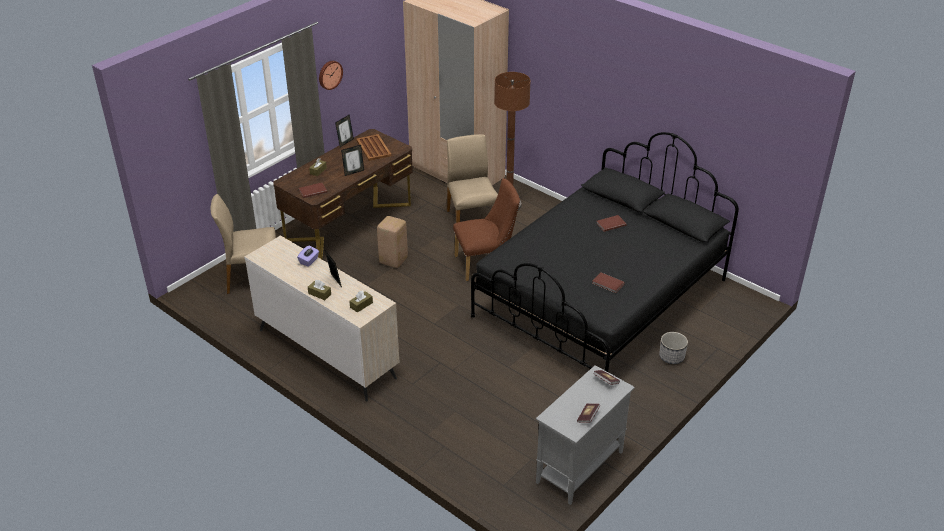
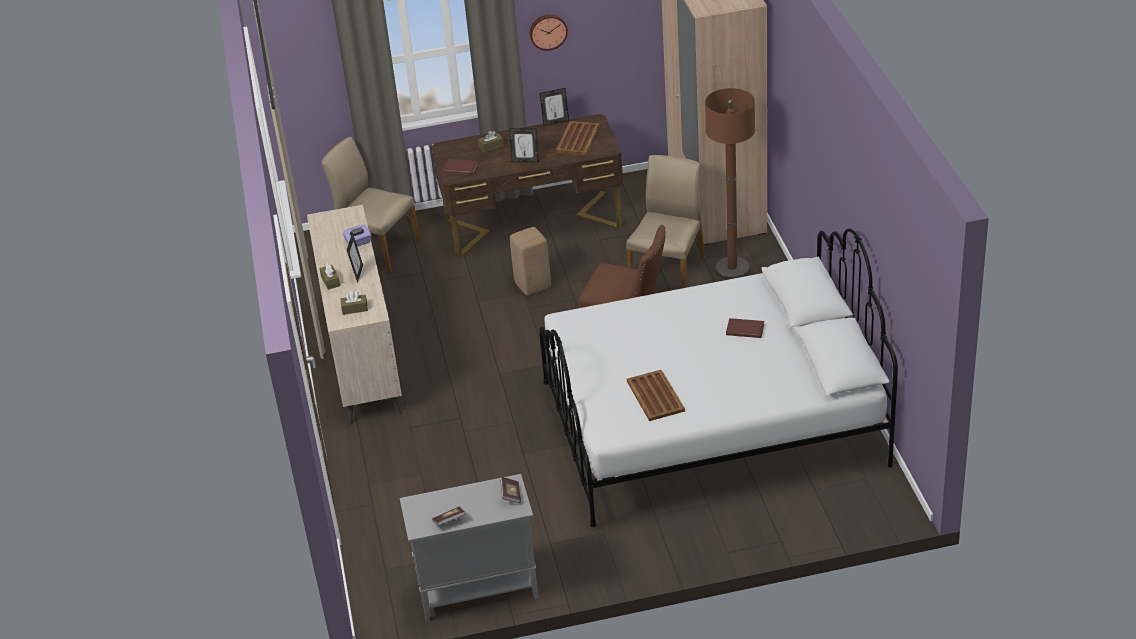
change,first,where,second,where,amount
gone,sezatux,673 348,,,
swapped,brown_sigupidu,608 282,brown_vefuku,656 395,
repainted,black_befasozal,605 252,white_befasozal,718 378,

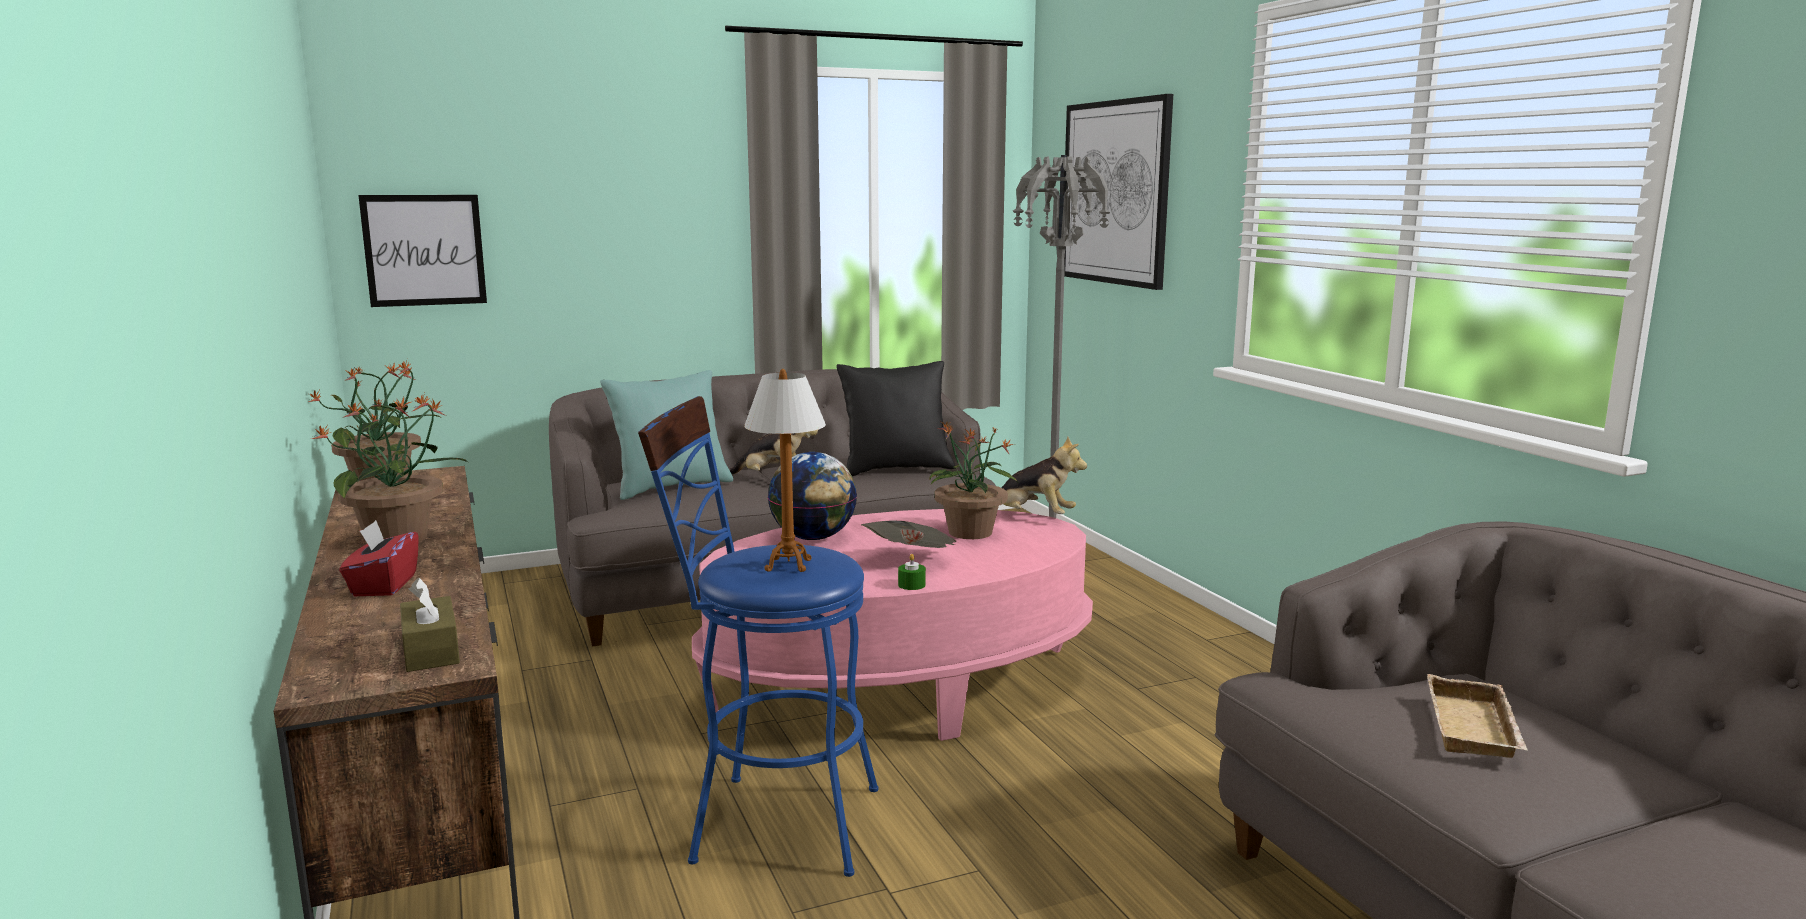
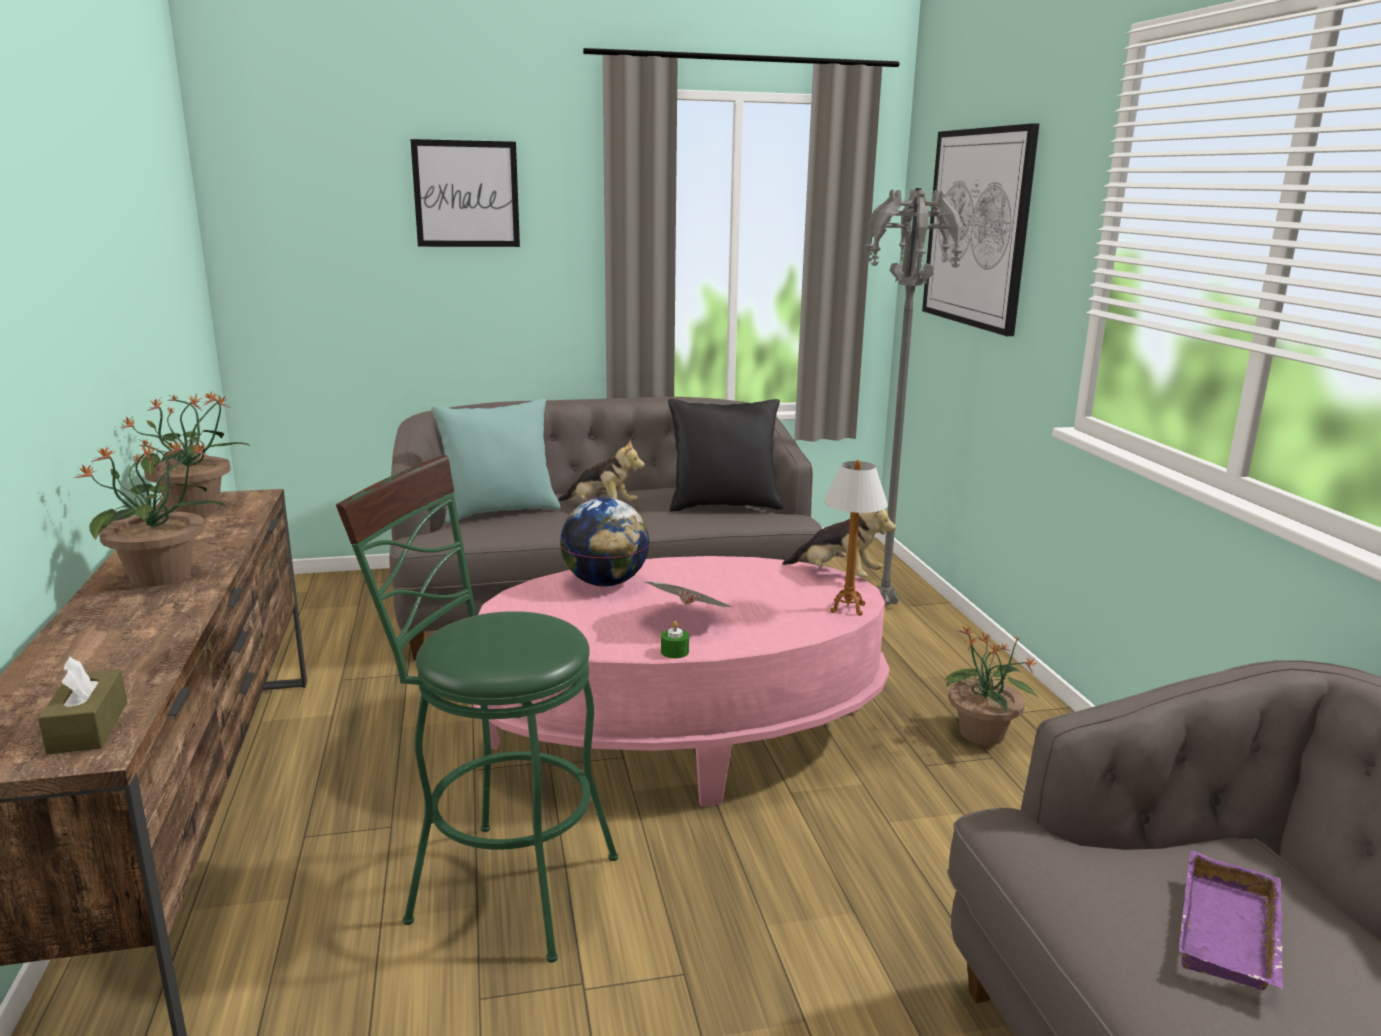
change,first,where,second,where,amount
gone,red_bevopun,379 558,,,
shifted,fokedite,422 251,,465 193,
shifted,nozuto,785 470,,856 538,
shifted,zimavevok,973 480,,992 685,
repainted,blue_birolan,758 636,green_birolan,477 709,
repainted,beige_vefuku,1477 716,purple_vefuku,1231 920,

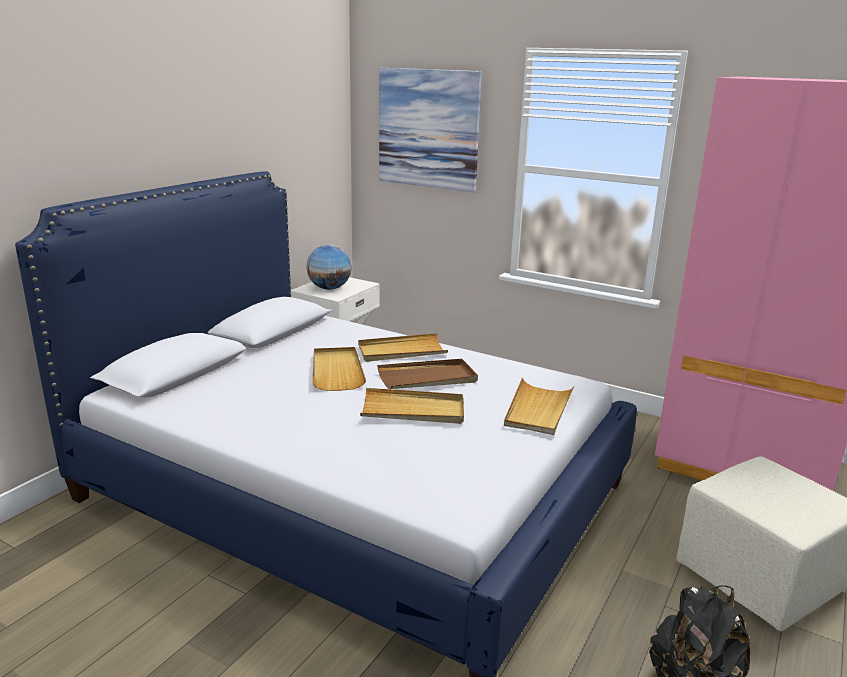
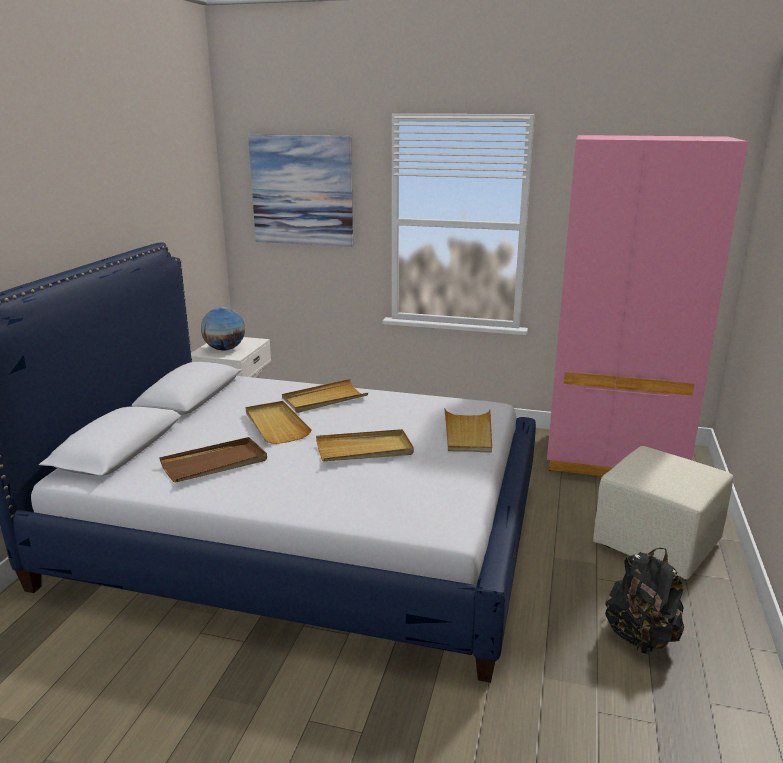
change,first,where,second,where,amount
shifted,brown_vefuku,427 374,,213 459,

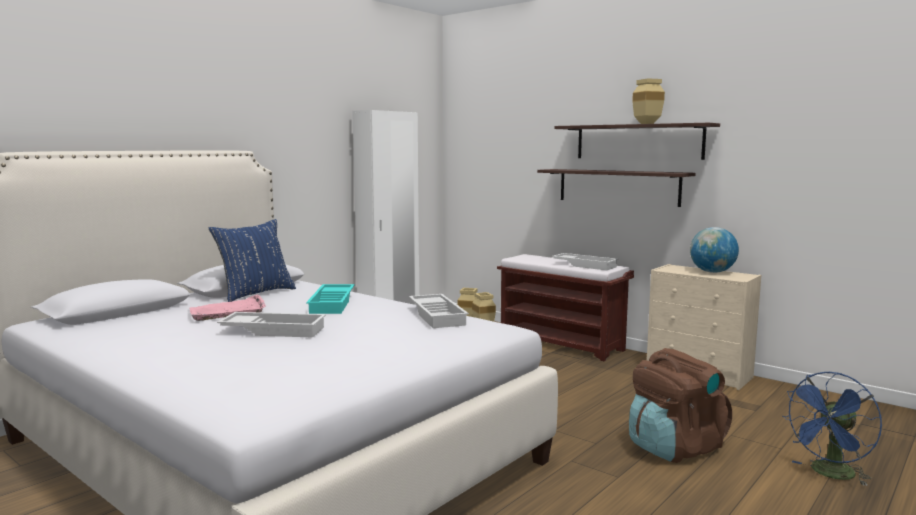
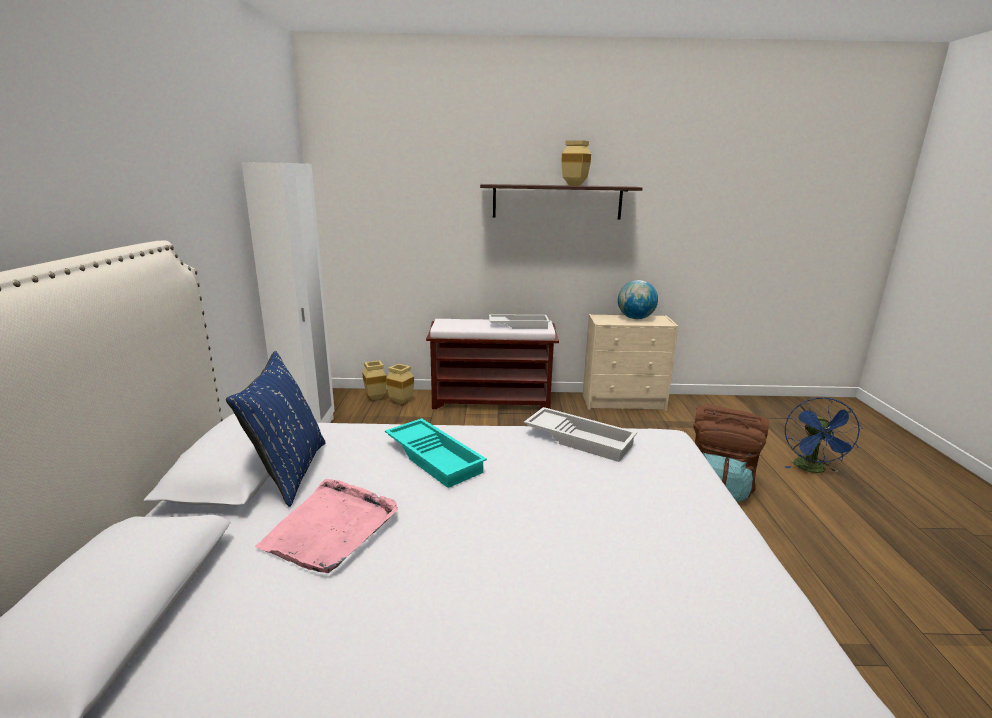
change,first,where,second,where,amount
gone,white_vefuku,271 325,,,
gone,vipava,616 188,,,

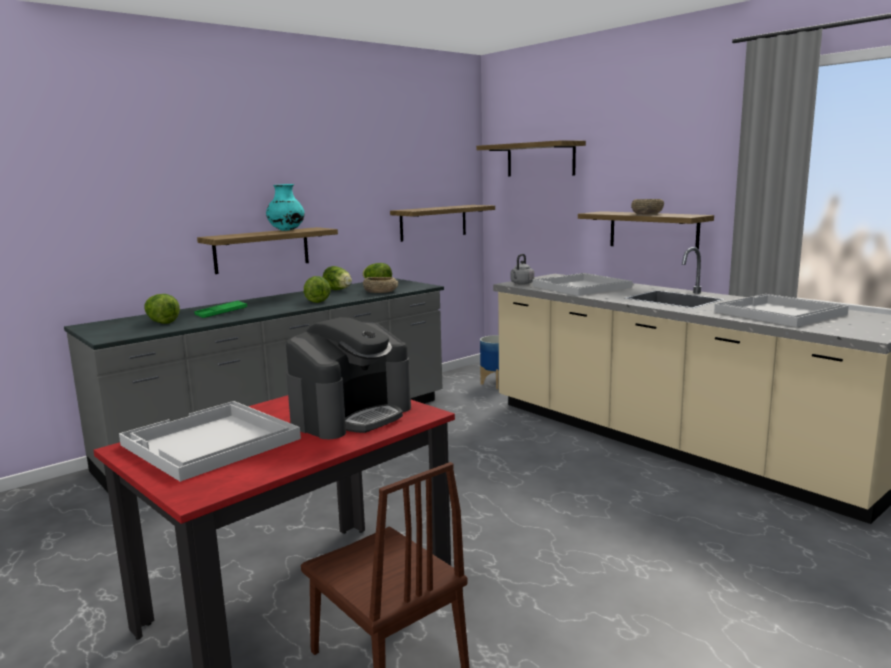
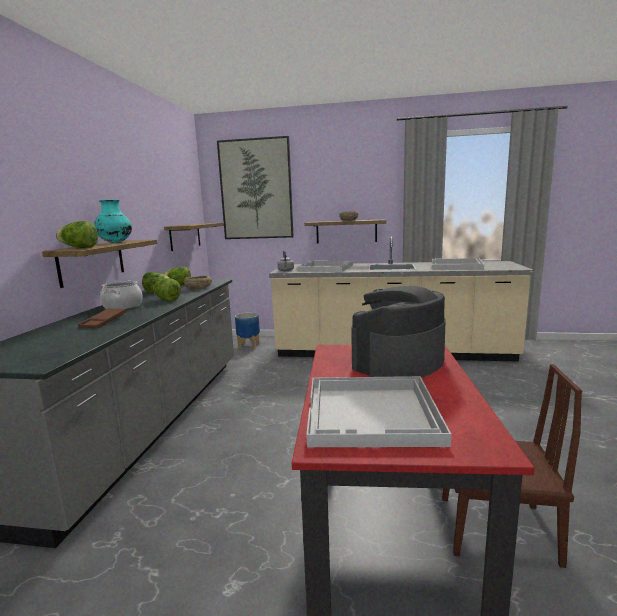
change,first,where,second,where,amount
new,,,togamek,121 295,
shifted,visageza,162 309,,77 234,
swapped,vipava,531 158,fokedite,255 187,
repainted,green_vefuku,220 309,brown_vefuku,102 318,
rotated,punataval,348 378,,398 332,135 degrees counterclockwise

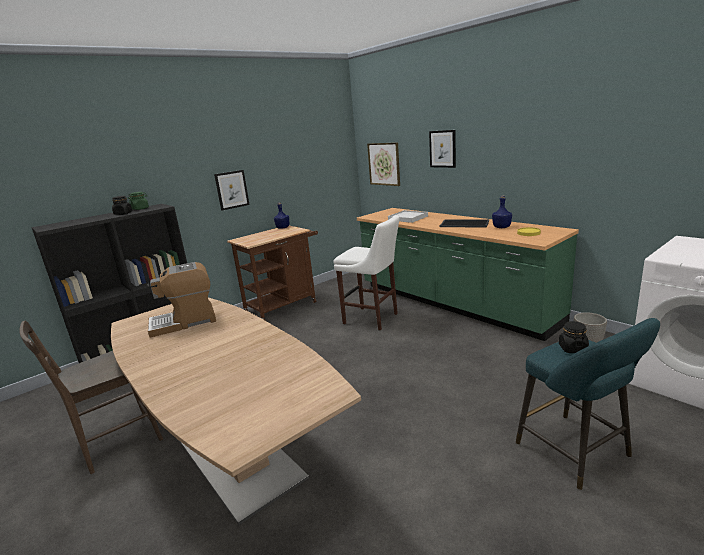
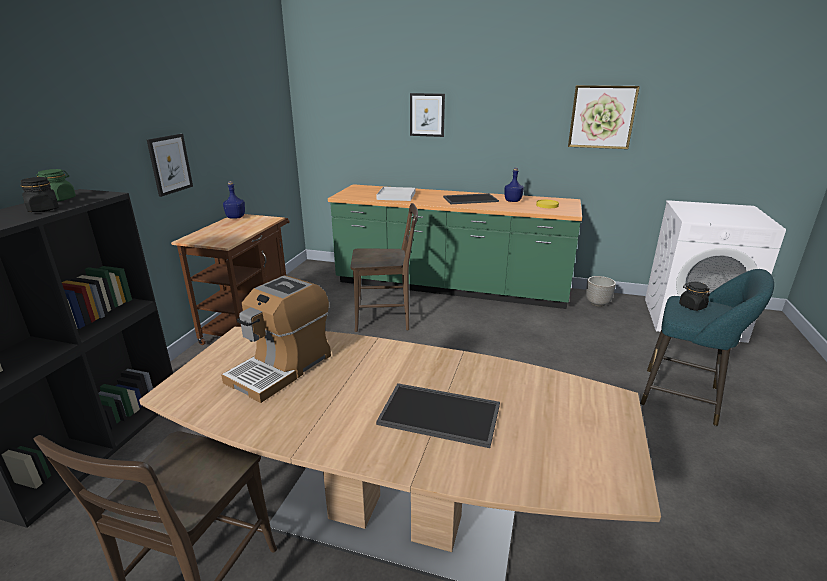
change,first,where,second,where,amount
new,,,vefuku,438 415,
shifted,fokedite,383 164,,604 117,
swapped,white_birolan,366 273,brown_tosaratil,384 267,

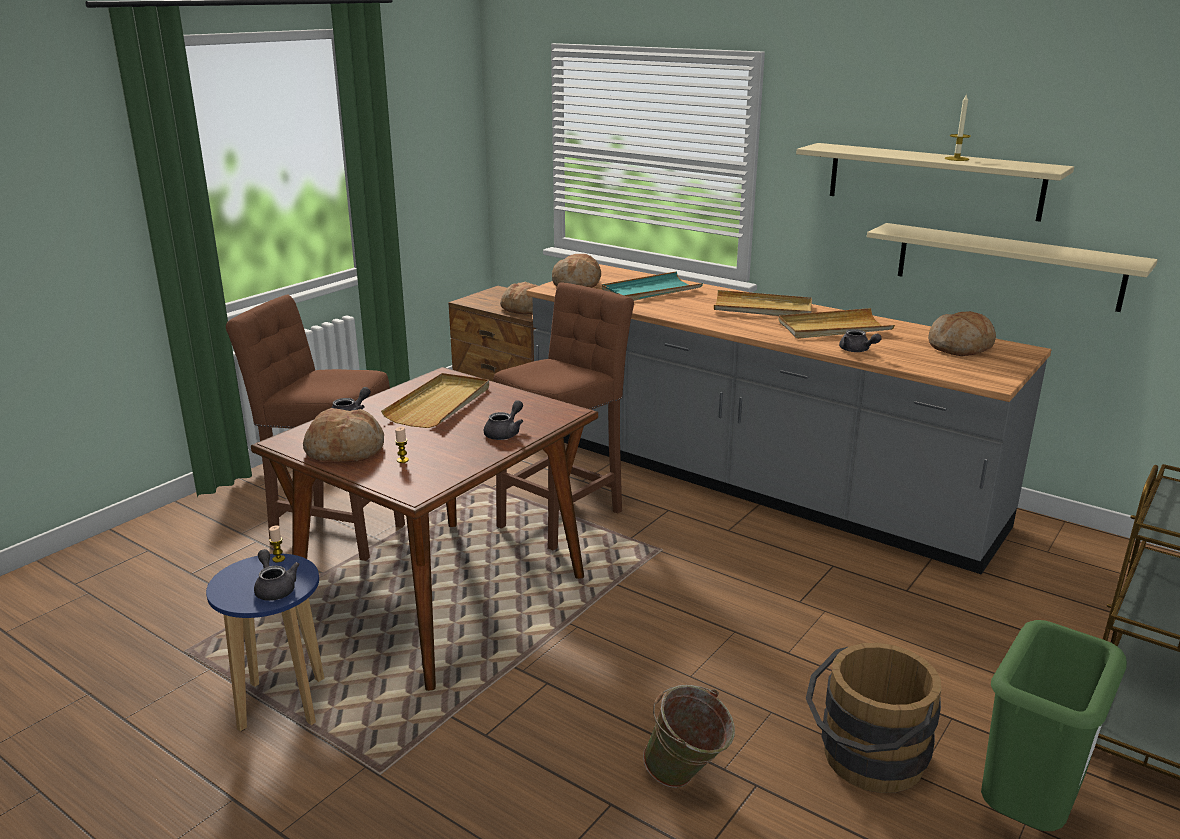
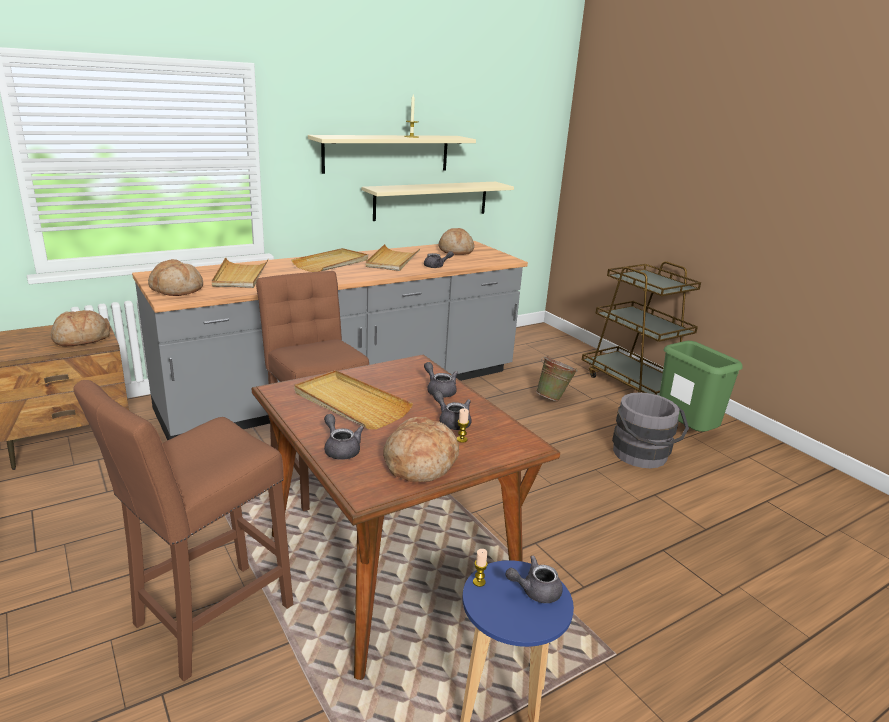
change,first,where,second,where,amount
new,,,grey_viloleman,452 410,
shifted,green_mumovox,689 736,,557 378,
repainted,turquoise_vefuku,652 286,beige_vefuku,240 272,
repainted,brown_mumovox,873 718,grey_mumovox,650 430,

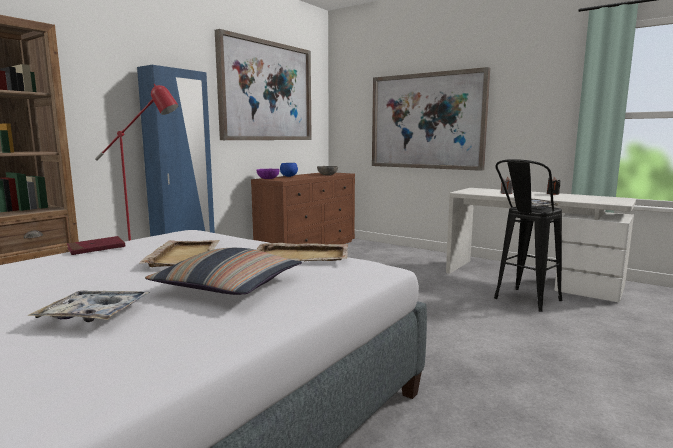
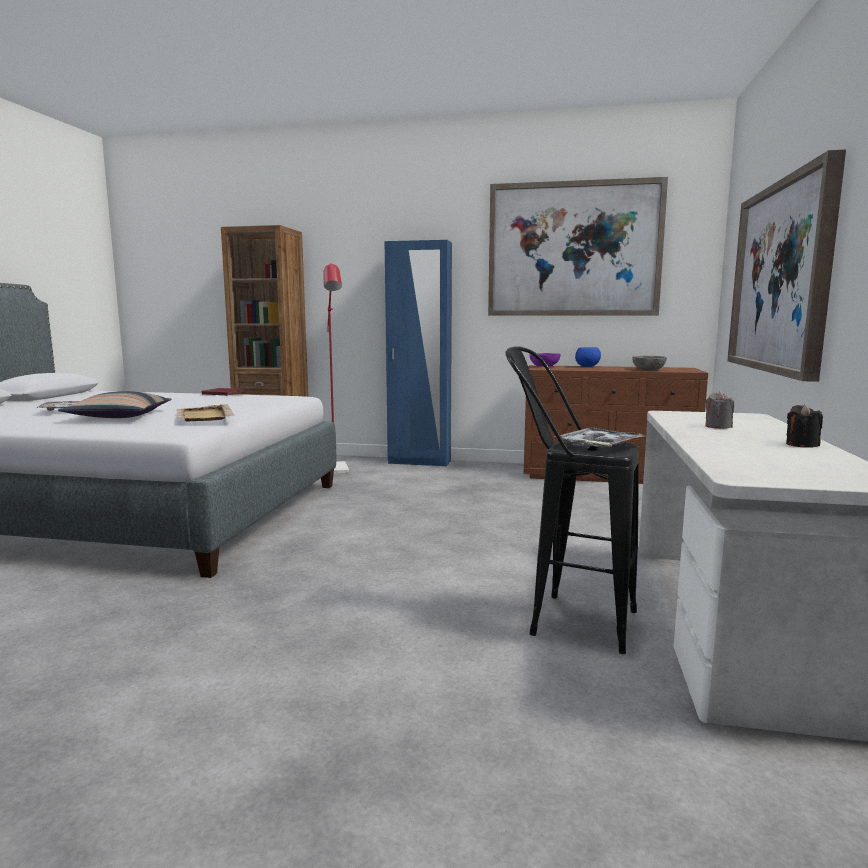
change,first,where,second,where,amount
gone,beige_vefuku,179 253,,,

